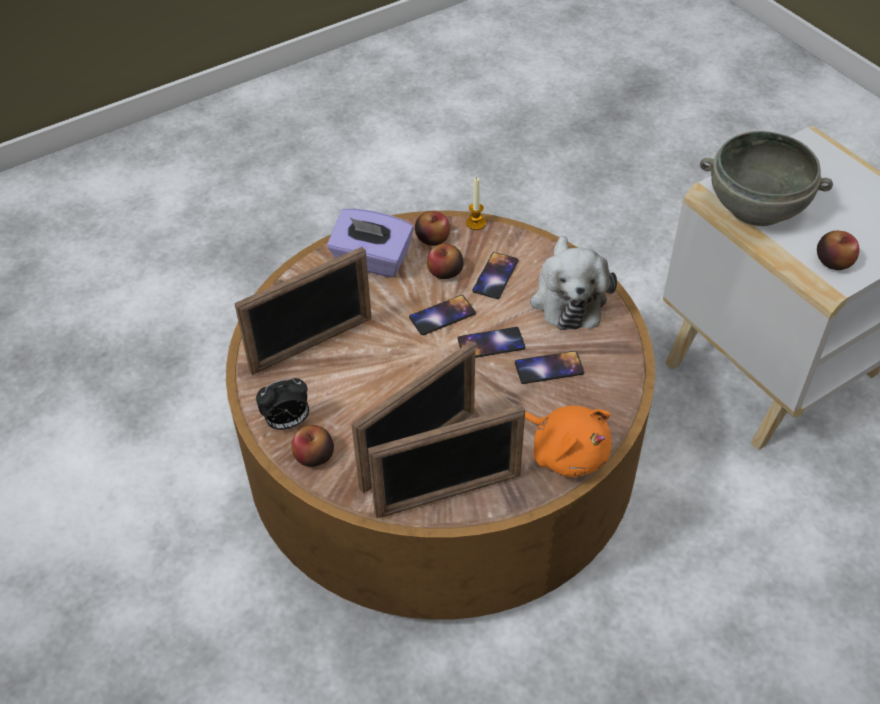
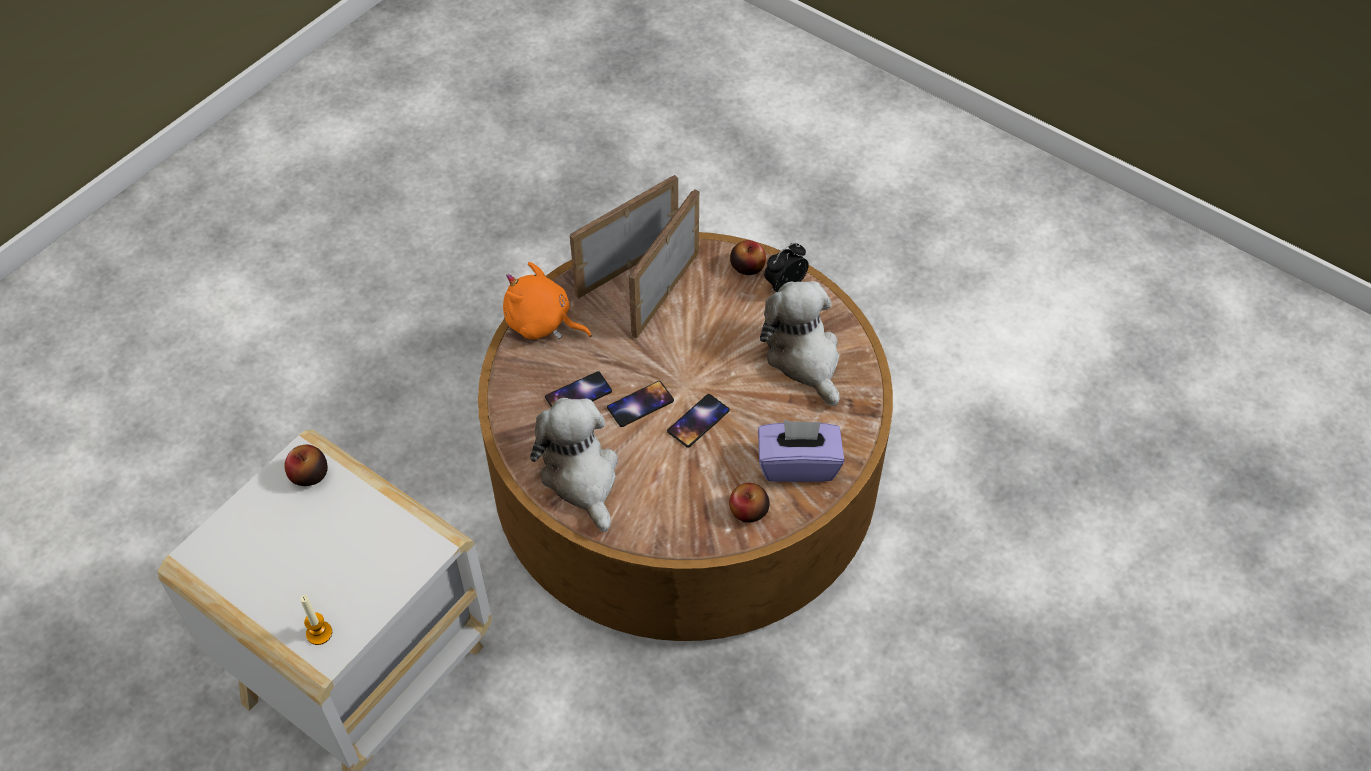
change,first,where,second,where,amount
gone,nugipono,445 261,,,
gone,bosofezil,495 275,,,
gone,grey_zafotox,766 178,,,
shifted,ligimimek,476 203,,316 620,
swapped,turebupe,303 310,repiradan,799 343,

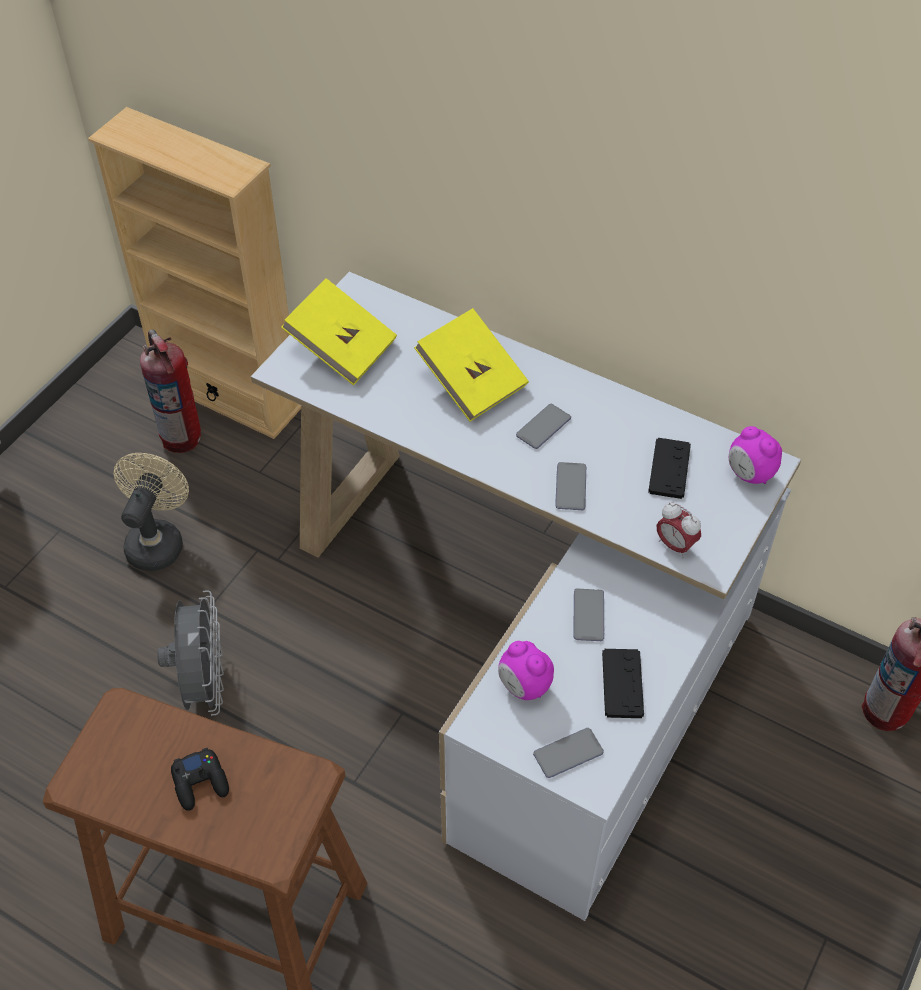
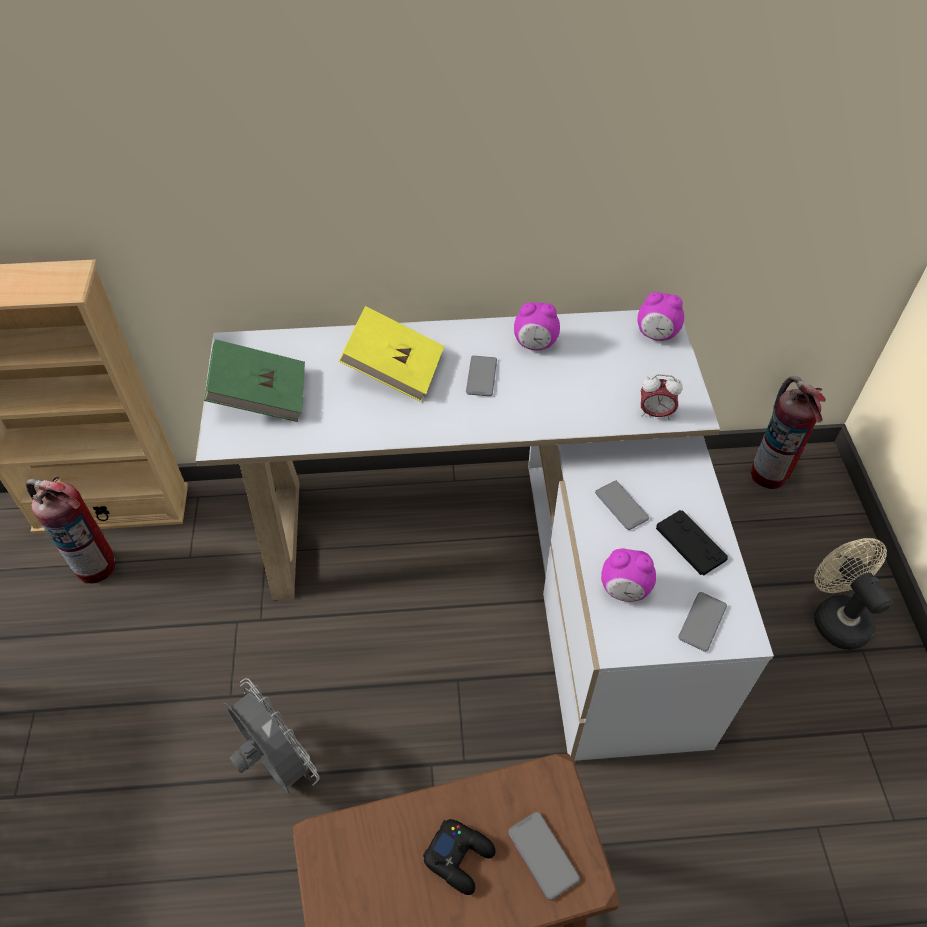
change,first,where,second,where,amount
gone,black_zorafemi,669 468,,,
new,,,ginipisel,537 326,
shifted,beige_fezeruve,151 512,,853 594,
shifted,bosofezil,570 486,,544 856,
repainted,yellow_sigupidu,339 331,green_sigupidu,254 380,

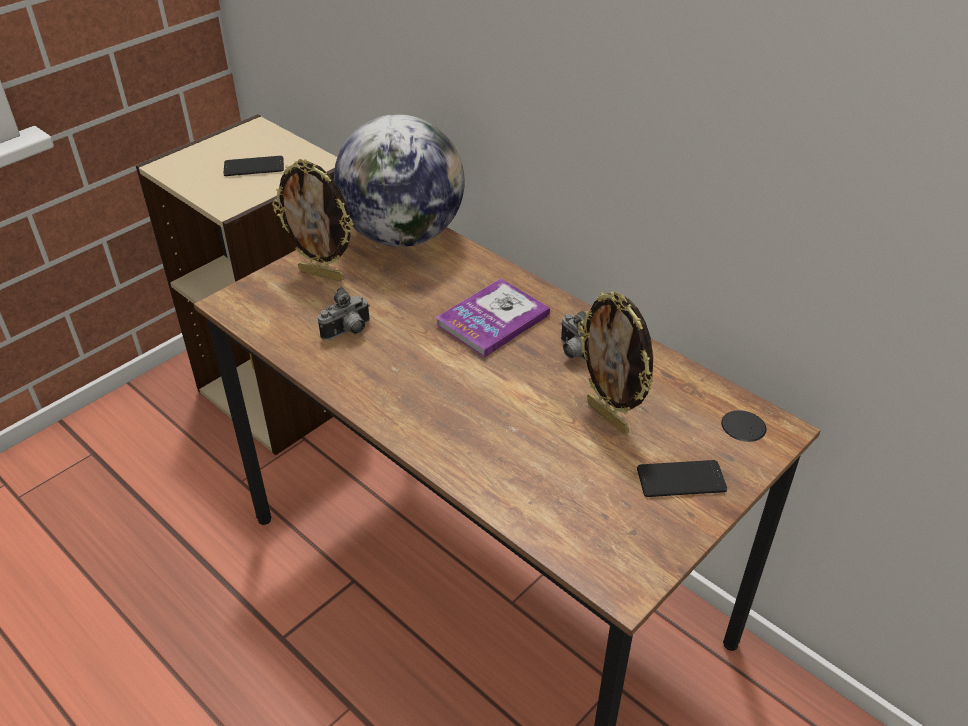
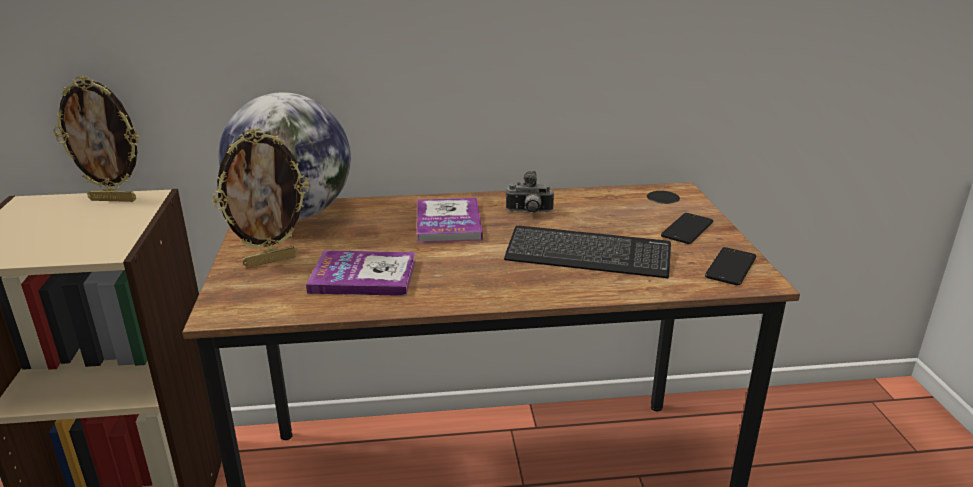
change,first,where,second,where,amount
new,,,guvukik,587 252,
shifted,bosofezil,254 166,,730 266,
shifted,turebupe,615 362,,96 139,
swapped,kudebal,344 313,sigupidu,361 273,

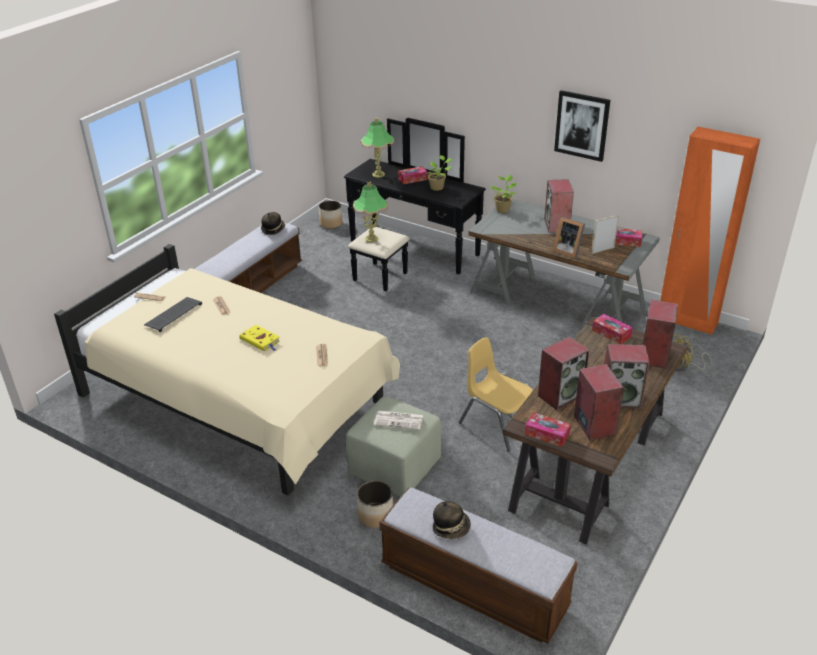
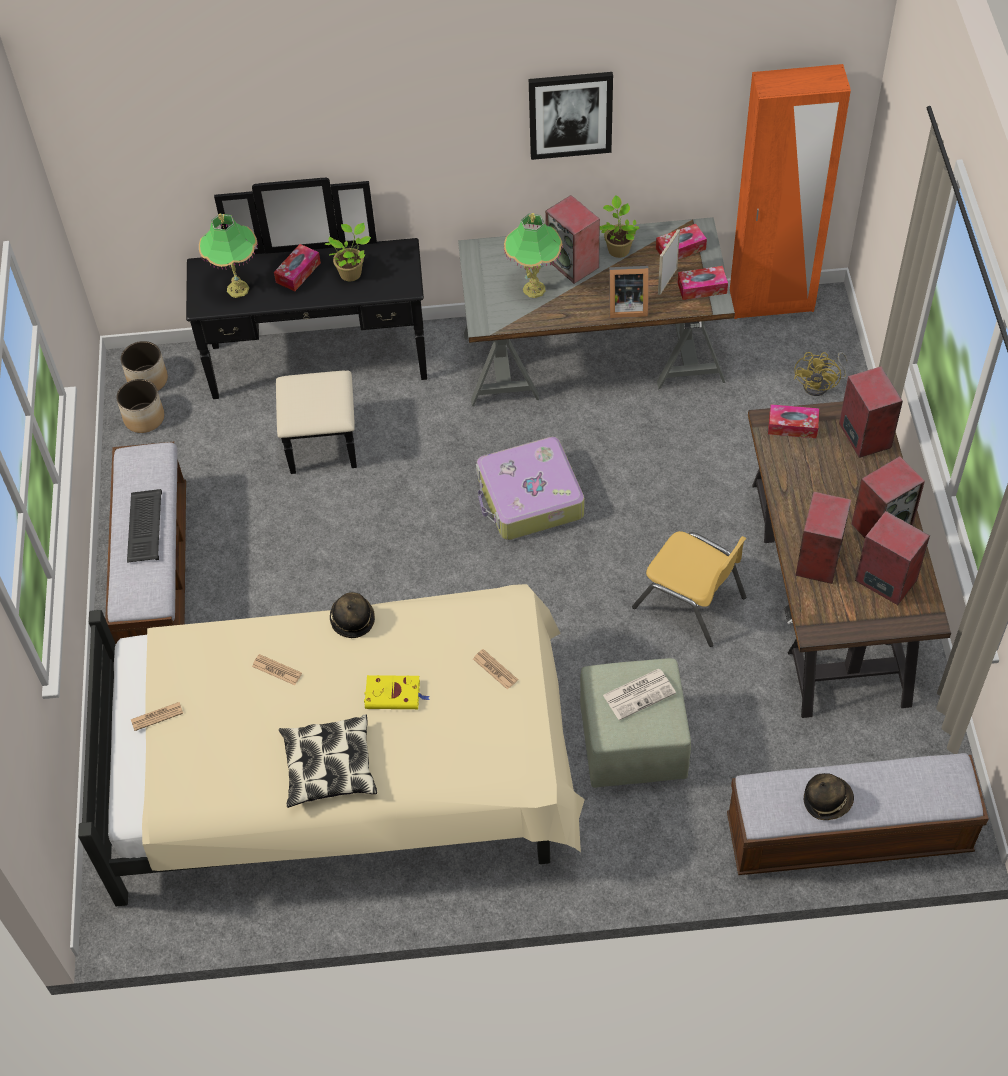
change,first,where,second,where,amount
new,,,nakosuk,328 761,
new,,,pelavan,530 488,
shifted,guvukik,173 314,,144 526,
shifted,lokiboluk,273 223,,352 615,
shifted,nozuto,370 212,,533 255,
shifted,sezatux,375 504,,140 406,
shifted,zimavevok,503 194,,620 226,
shifted,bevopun,548 429,,703 283,
rotated,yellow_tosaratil,496 394,,689 589,150 degrees counterclockwise

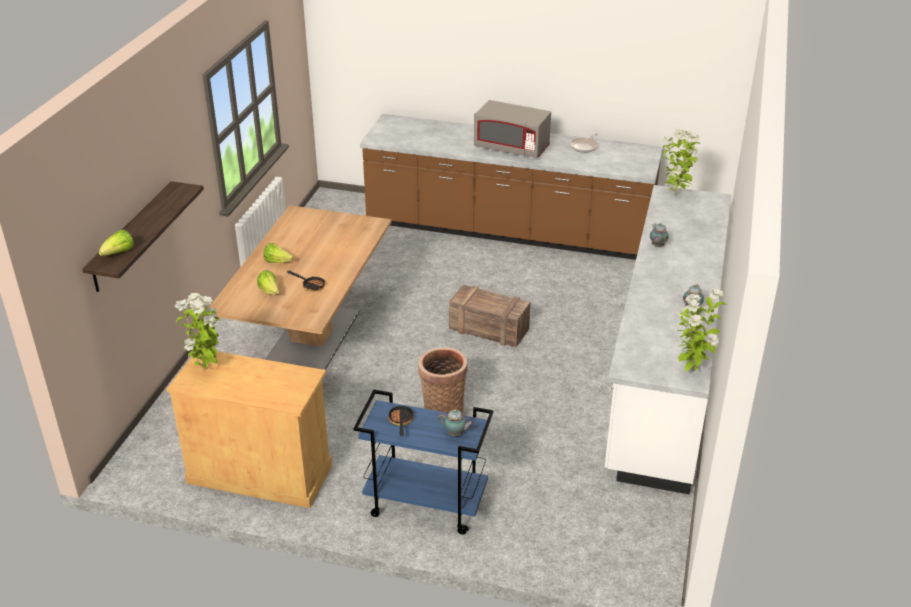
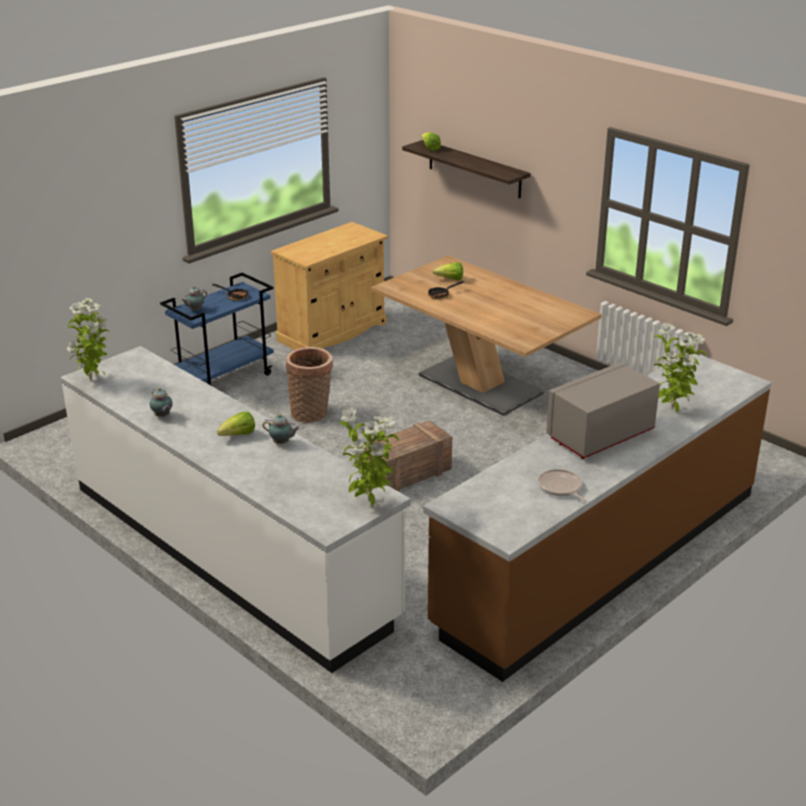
change,first,where,second,where,amount
shifted,zimavevok,197 332,,679 368,
shifted,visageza,279 253,,236 423,

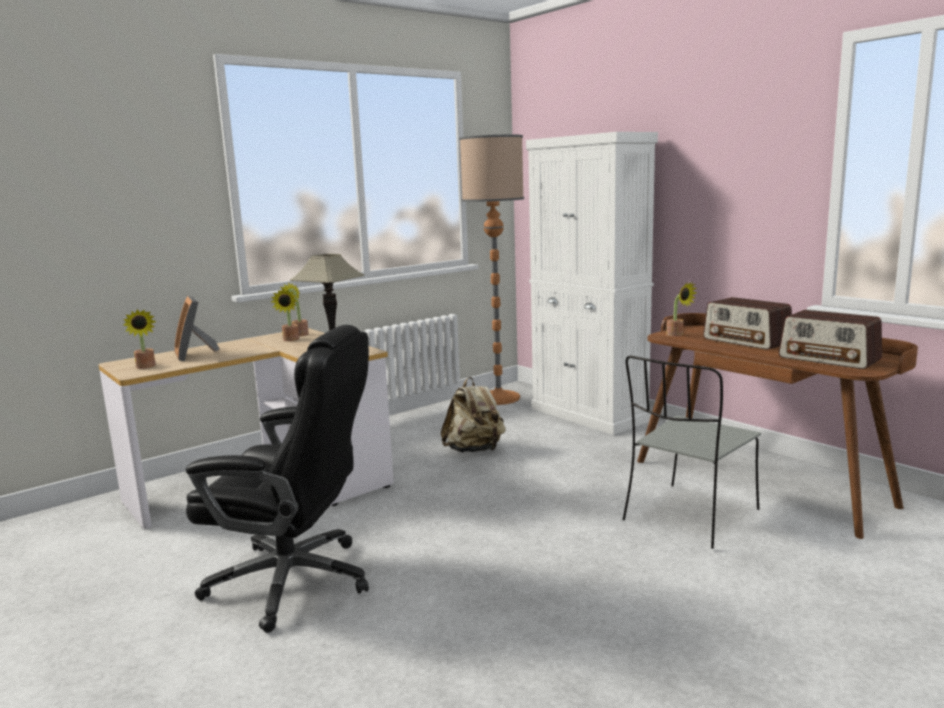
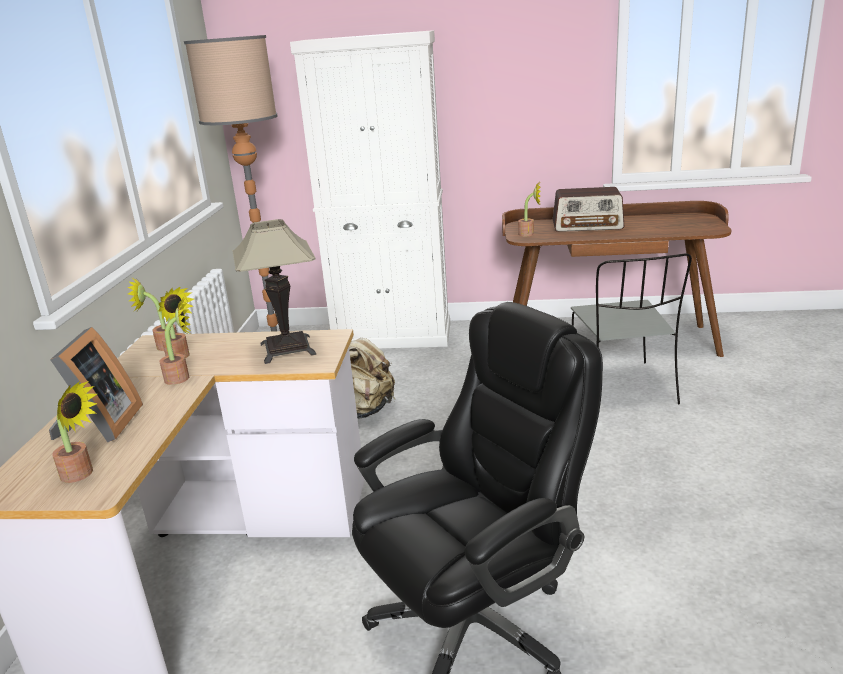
change,first,where,second,where,amount
gone,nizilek,830 339,,,
new,,,zimavevok,175 342,
rotated,turebupe,197 328,,96 384,105 degrees counterclockwise

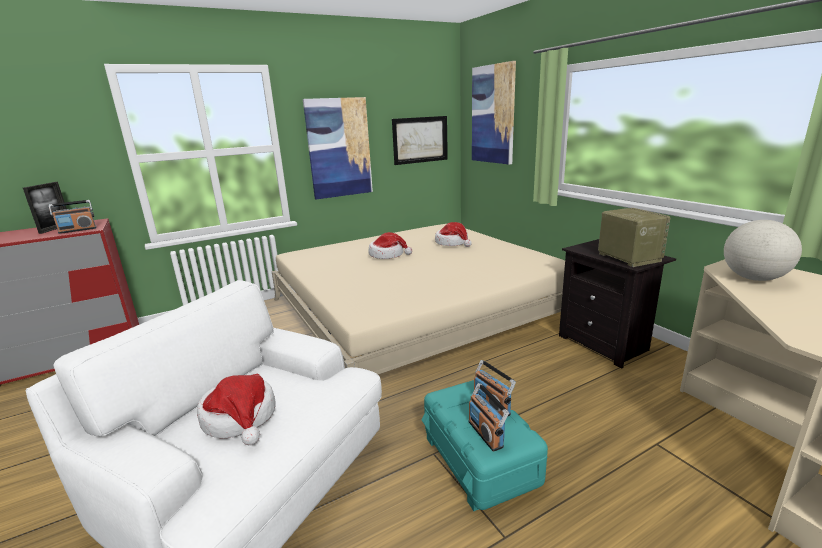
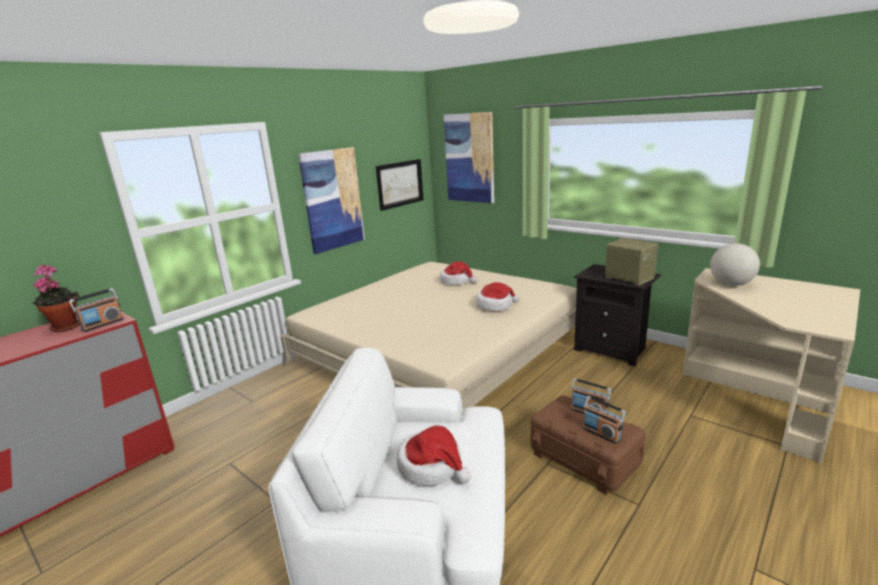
change,first,where,second,where,amount
shifted,lokiboluk,390 245,,497 296,
swapped,turebupe,45 208,zimavevok,56 298,
repainted,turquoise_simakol,485 445,brown_simakol,588 445,

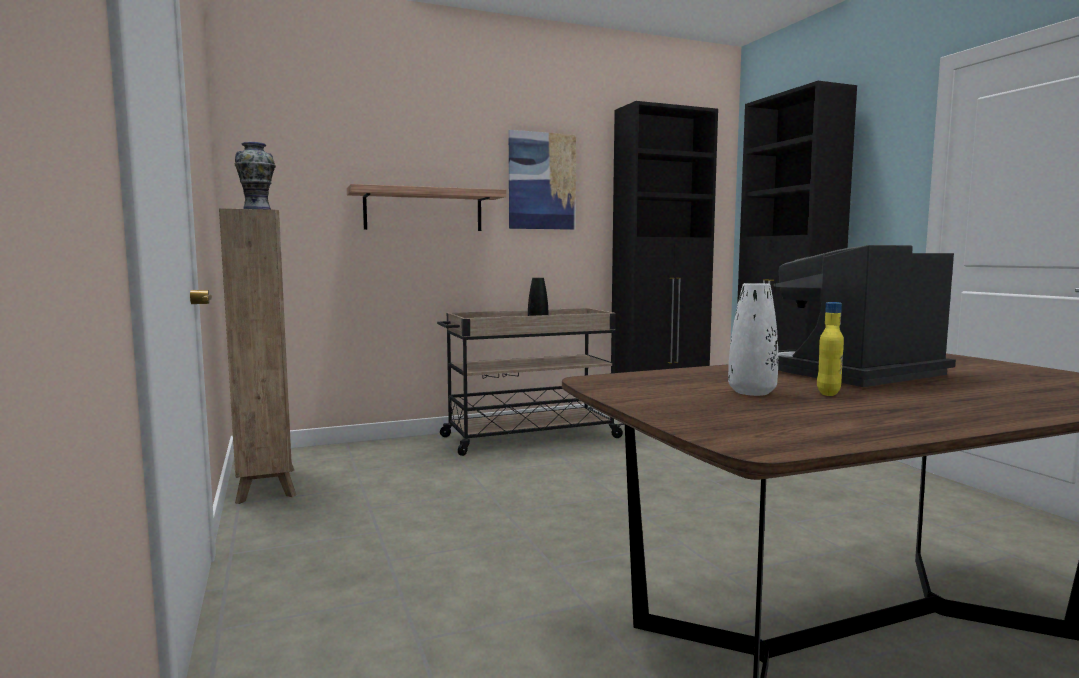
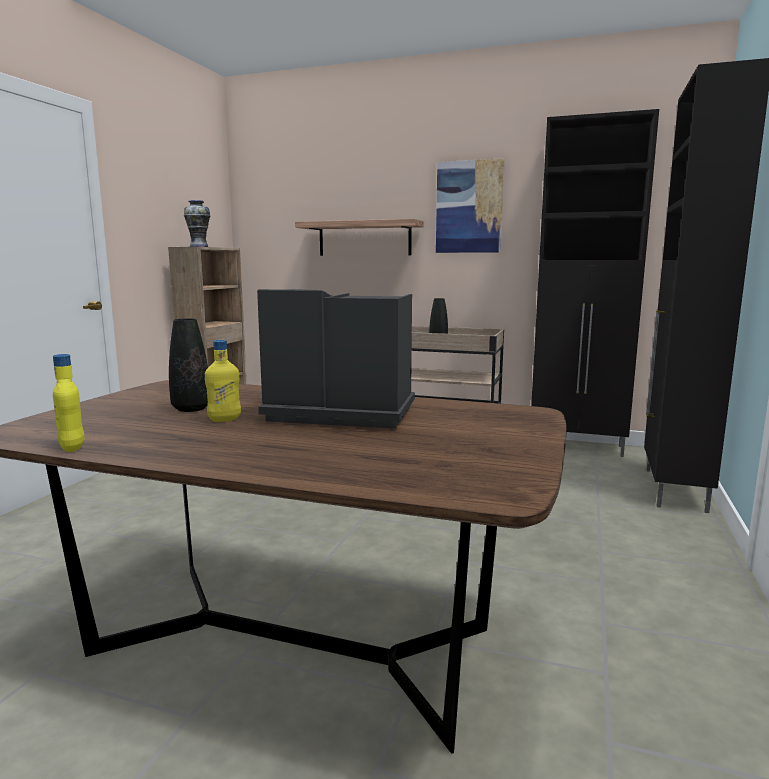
change,first,where,second,where,amount
new,,,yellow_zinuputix,69 403,
repainted,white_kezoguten,753 339,black_kezoguten,188 365,

